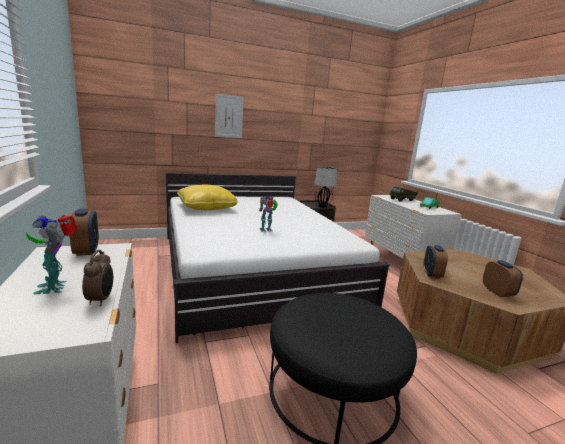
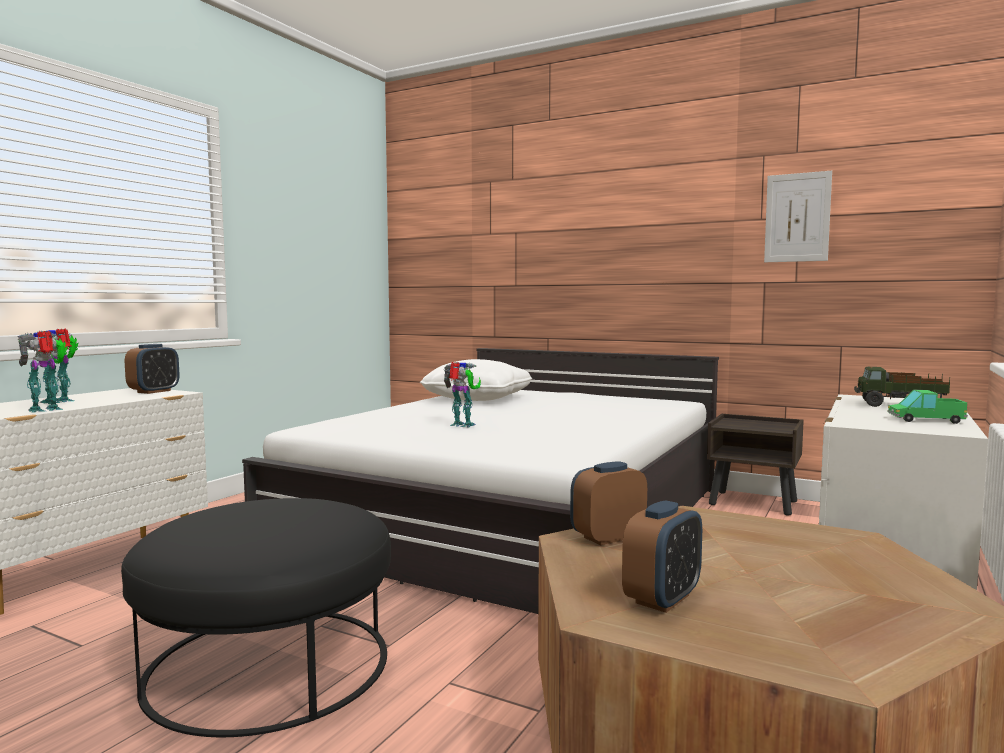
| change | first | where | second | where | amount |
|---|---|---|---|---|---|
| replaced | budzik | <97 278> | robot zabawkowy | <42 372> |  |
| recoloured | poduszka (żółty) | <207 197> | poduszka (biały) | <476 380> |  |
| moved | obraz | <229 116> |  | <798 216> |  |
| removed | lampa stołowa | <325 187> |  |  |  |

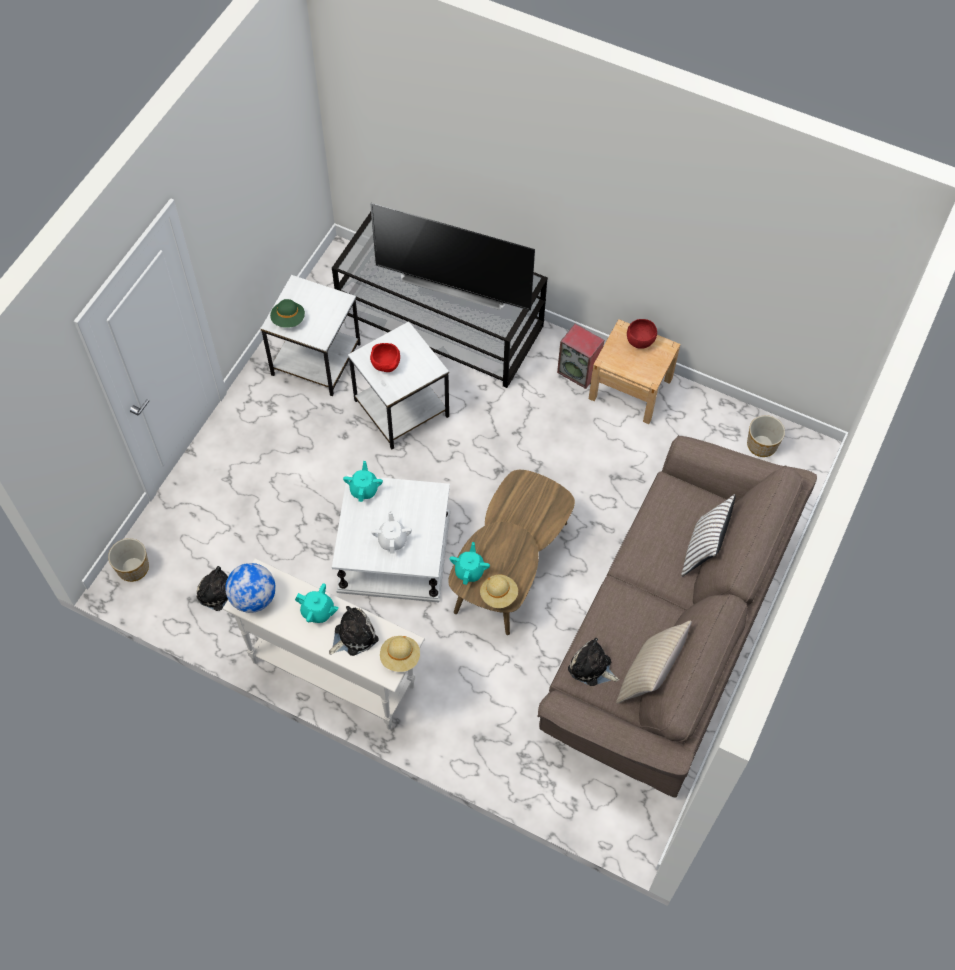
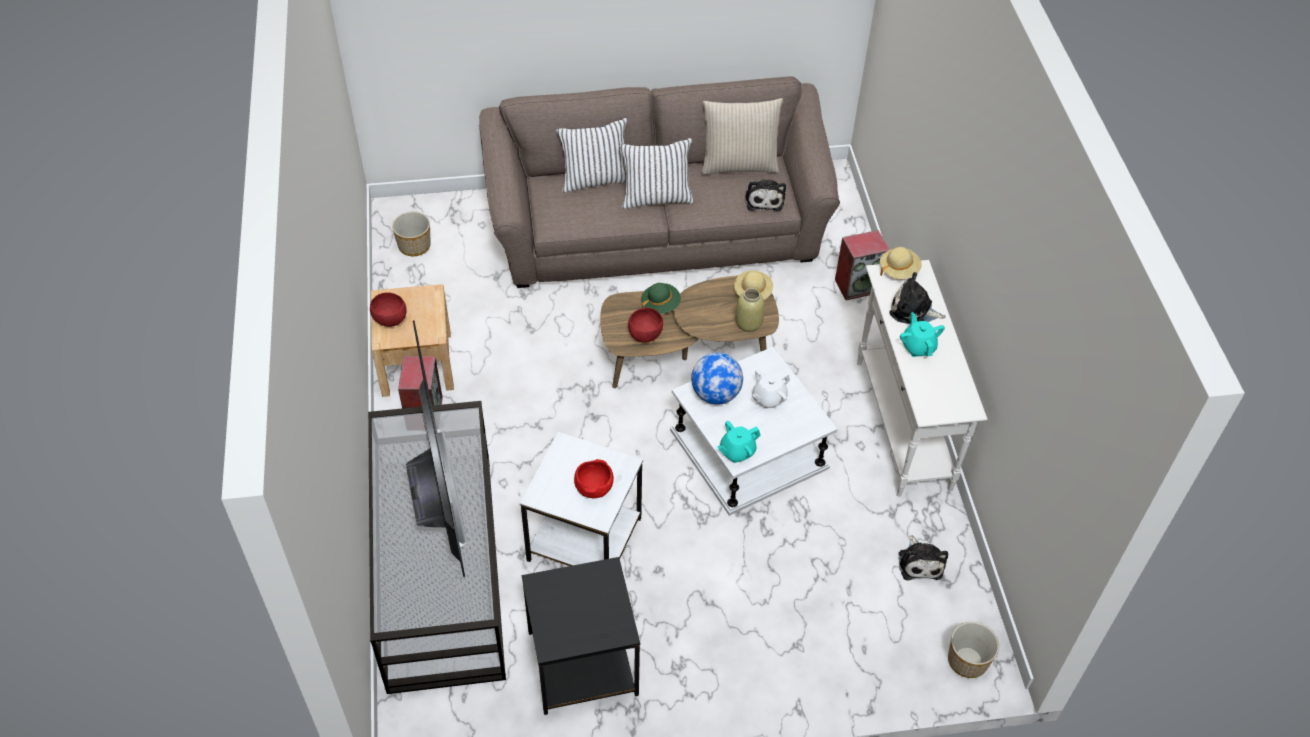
| change | first | where | second | where | amount |
|---|---|---|---|---|---|
| moved | globus | <250 588> |  | <717 379> |  |
| recoloured | stolik (biały) | <311 335> | stolik (czarny) | <580 636> |  |
| moved | kapelusz (zielony) | <287 313> |  | <661 298> |  |
| replaced | imbryk (turkusowy) | <470 563> | wazon (beżowy) | <750 310> |  |
| added |  |  | poduszka (biały) | <656 173> |  |
| added |  |  | miska (czerwony) | <645 325> |  |
| added |  |  | głośnik | <862 265> |  |

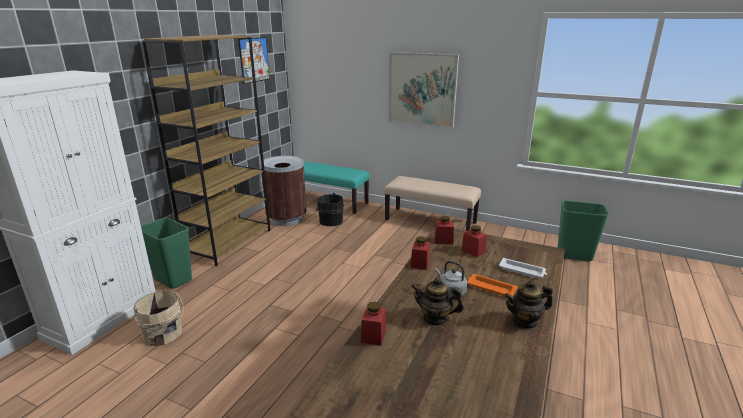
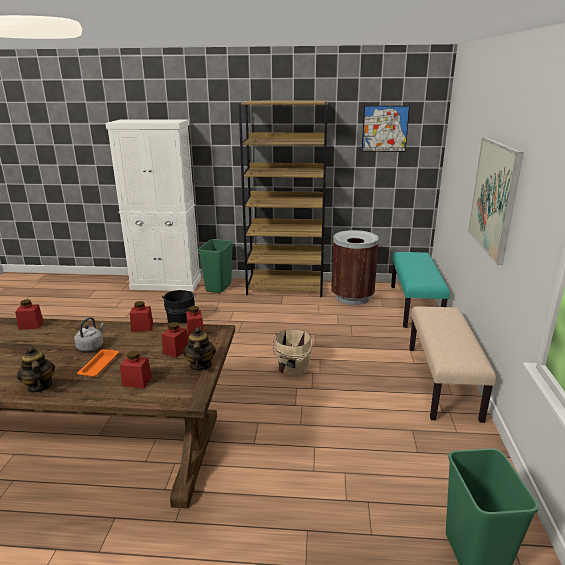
| change | first | where | second | where | amount |
|---|---|---|---|---|---|
| moved | wiadro (beżowy) | <158 318> |  | <292 352> |  |
| moved | wiadro (czarny) | <330 209> |  | <179 307> |  |
| moved | imbryk | <437 301> |  | <199 349> |  |
| replaced | taca (biały) | <523 268> | słoik (czerwony) | <136 369> |  |

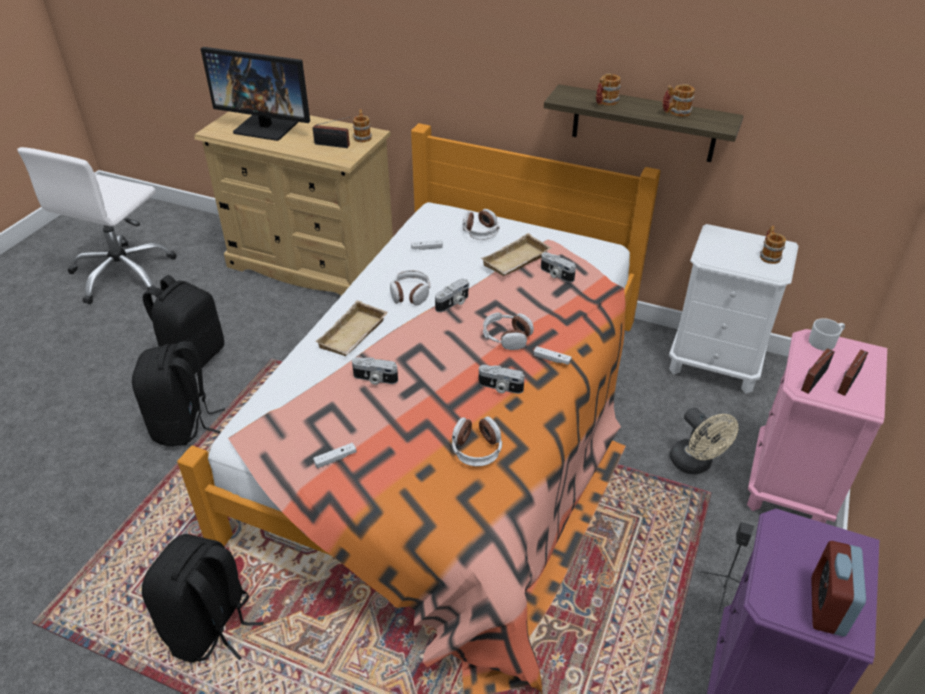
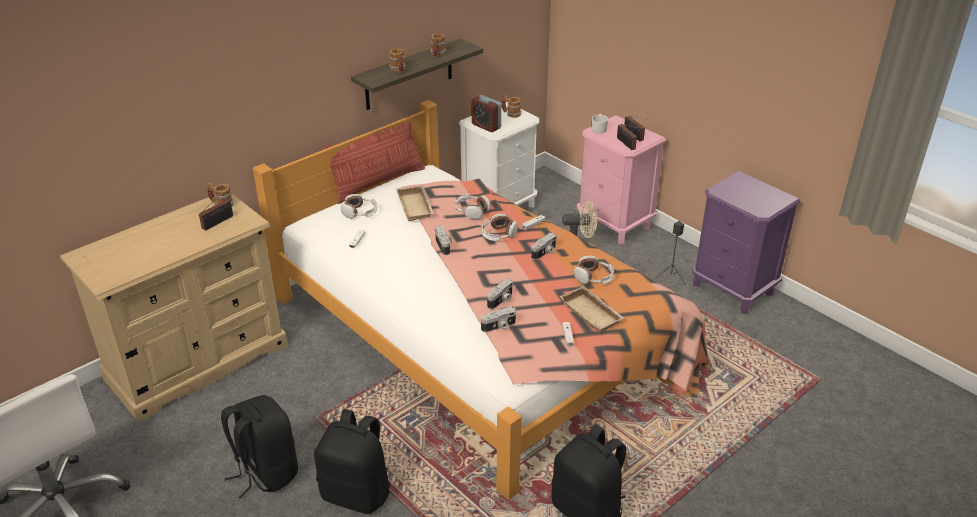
| change | first | where | second | where | amount |
|---|---|---|---|---|---|
| removed | monitor | <255 94> |  |  |  |
| moved | taca (beżowy) | <351 328> |  | <592 310> |  |
| moved | słuchawki | <410 288> |  | <473 206> |  |
| moved | aparat fotograficzny | <558 267> |  | <498 319> |  |
| moved | budzik | <838 588> |  | <486 113> |  |
| added |  |  | poduszka | <374 159> |  |

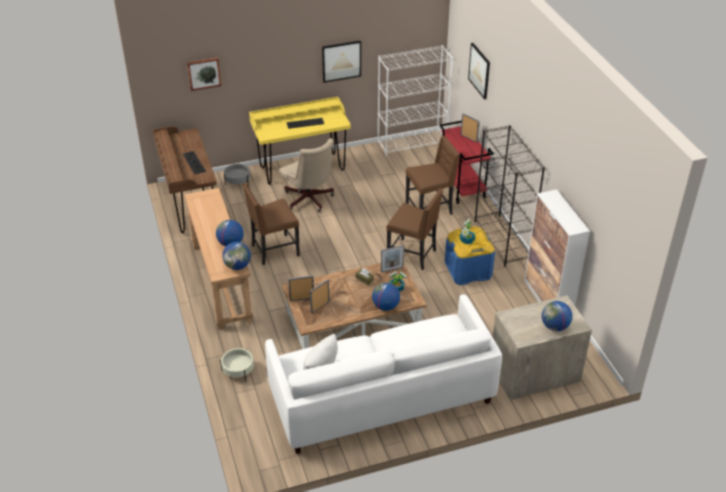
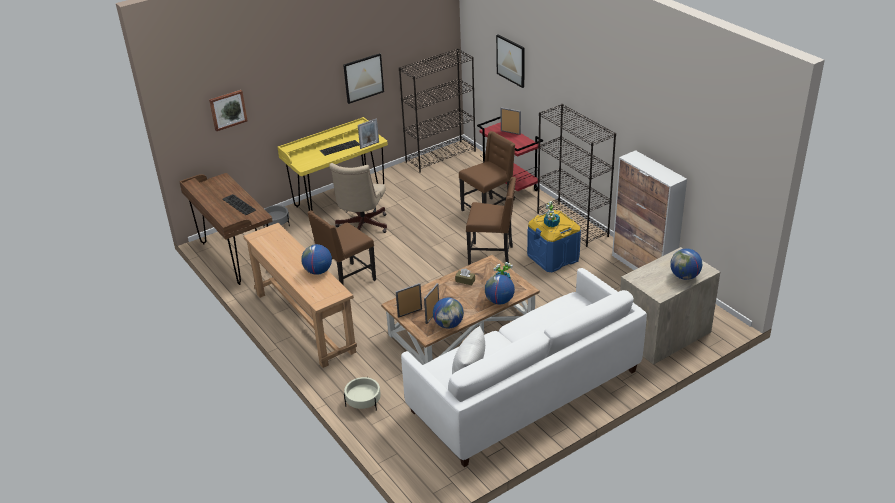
| change | first | where | second | where | amount |
|---|---|---|---|---|---|
| moved | globus | <236 256> |  | <448 313> |  |
| turned | krzesło biurowe (beżowy) | <306 175> |  | <358 198> | 60 degrees clockwise |
| recoloured | regał (biały) | <415 100> | regał (czarny) | <437 110> |  |
| moved | ramka na zdjęcie | <392 258> |  | <368 133> |  |

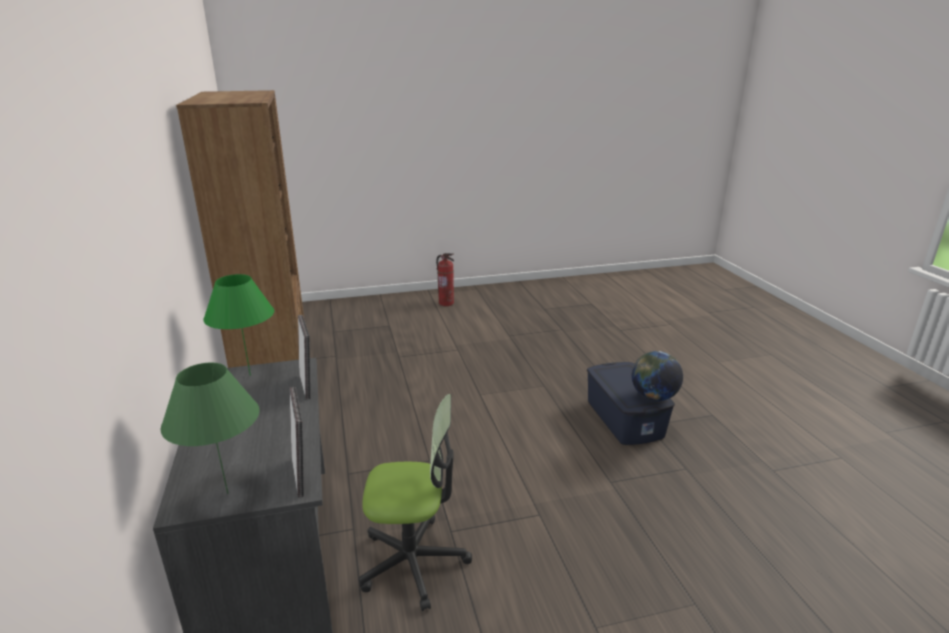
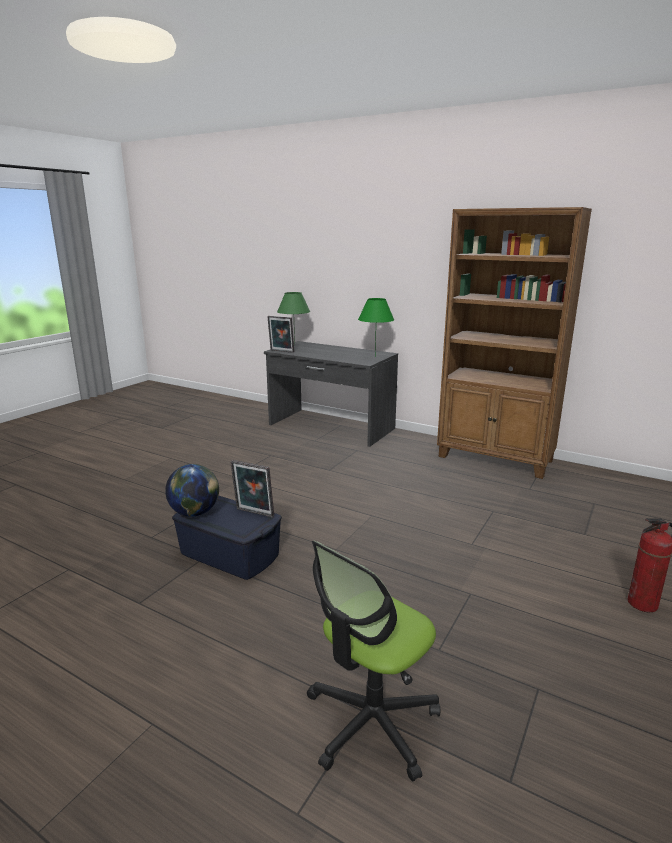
| change | first | where | second | where | amount |
|---|---|---|---|---|---|
| moved | ramka na zdjęcie | <304 357> |  | <252 488> |  |
| moved | krzesło biurowe | <415 502> |  | <373 661> |  |

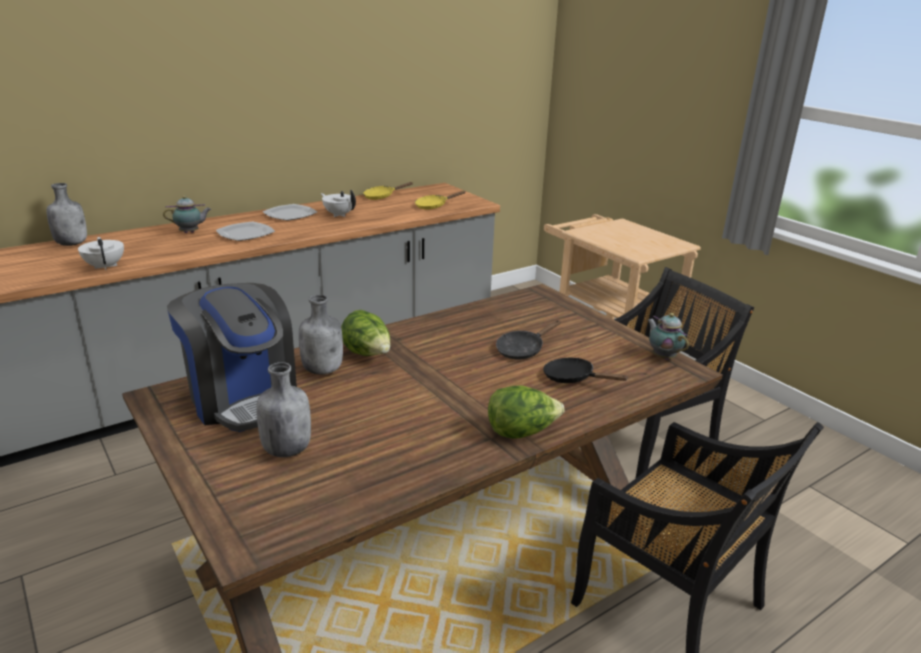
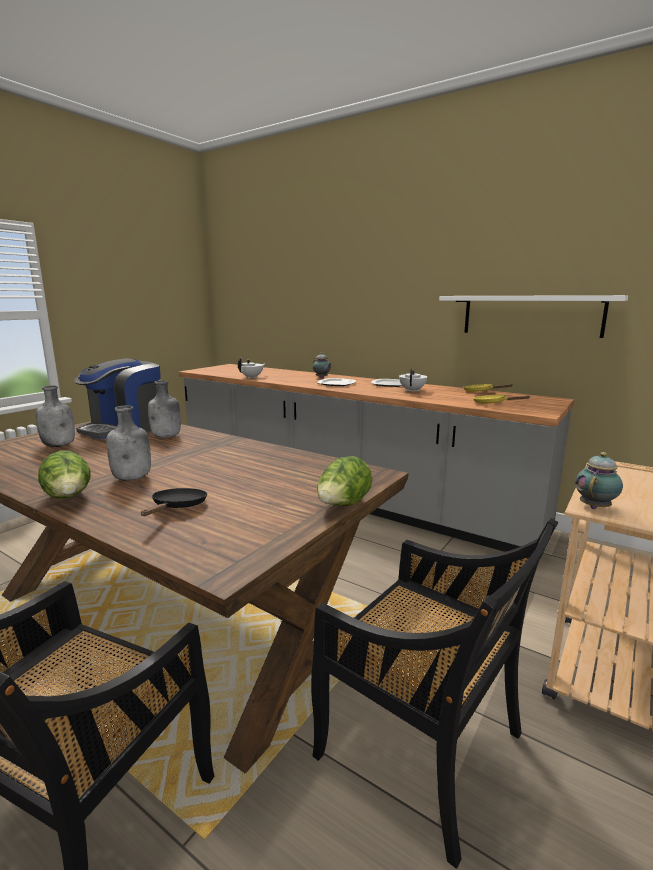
| change | first | where | second | where | amount |
|---|---|---|---|---|---|
| moved | butelka (szary) | <66 214> |  | <128 443> |  |
| moved | sałata | <365 333> |  | <345 481> |  |
| removed | patelnia (czarny) | <528 340> |  |  |  |
| moved | imbryk | <668 336> |  | <599 480> |  |
| added |  |  | półka (biały) | <533 316> |  |

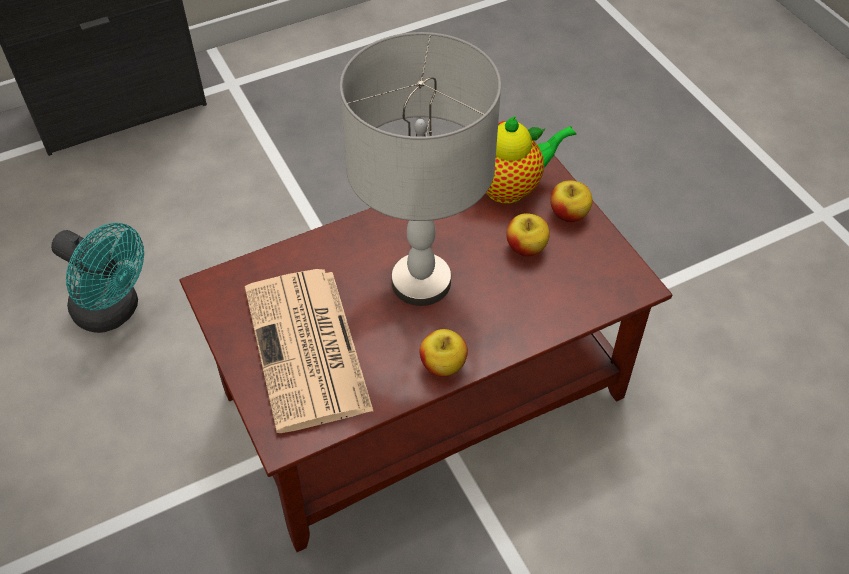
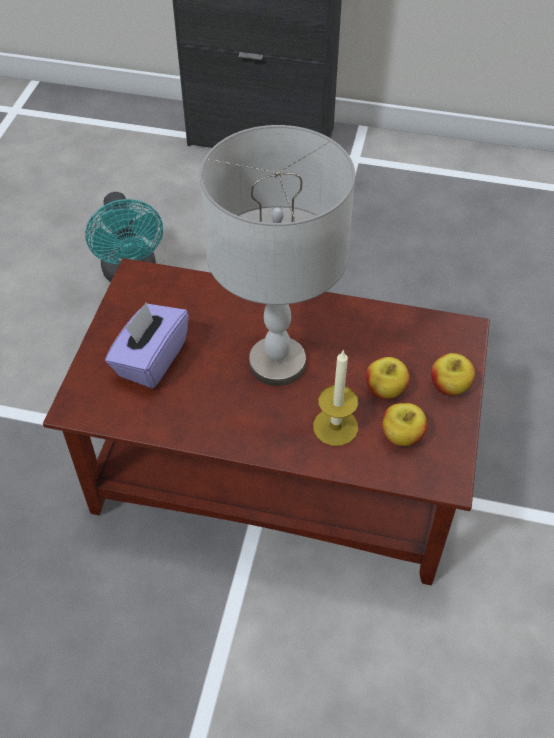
| change | first | where | second | where | amount |
|---|---|---|---|---|---|
| replaced | gazeta | <309 351> | pudełko chusteczek (fioletowy) | <147 346> |  |
| moved | jabłko | <443 353> |  | <404 424> |  |
| removed | imbryk | <531 159> |  |  |  |
| added |  |  | świeca | <335 398> |  |

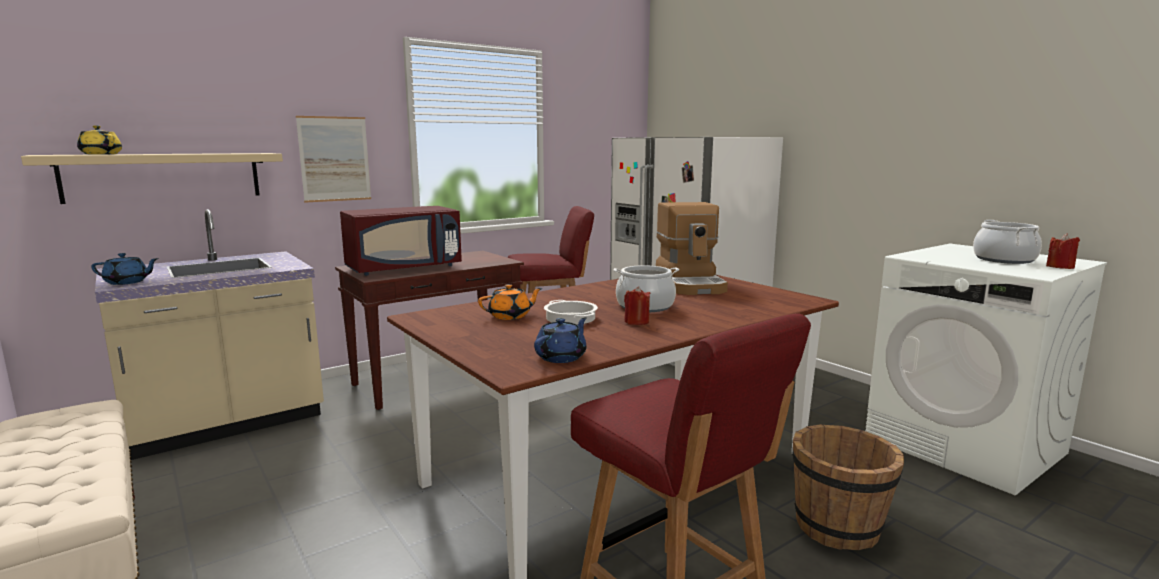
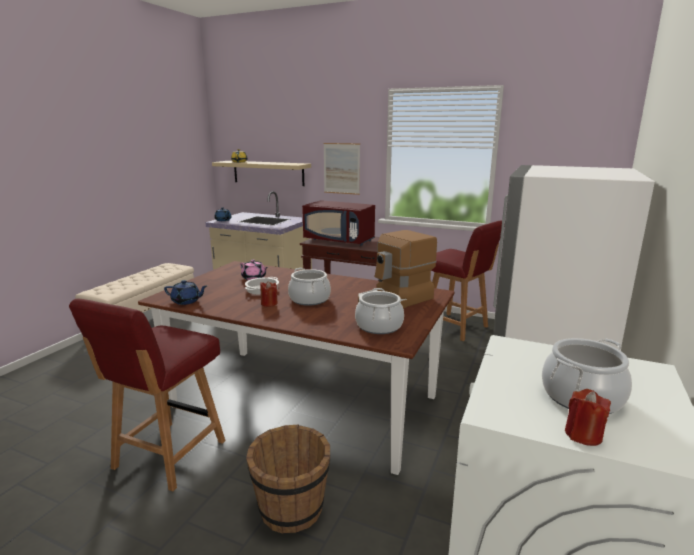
| change | first | where | second | where | amount |
|---|---|---|---|---|---|
| recoloured | imbryk (pomarańczowy) | <510 302> | imbryk (różowy) | <254 270> |  |
| added |  |  | garnek | <379 311> |  |

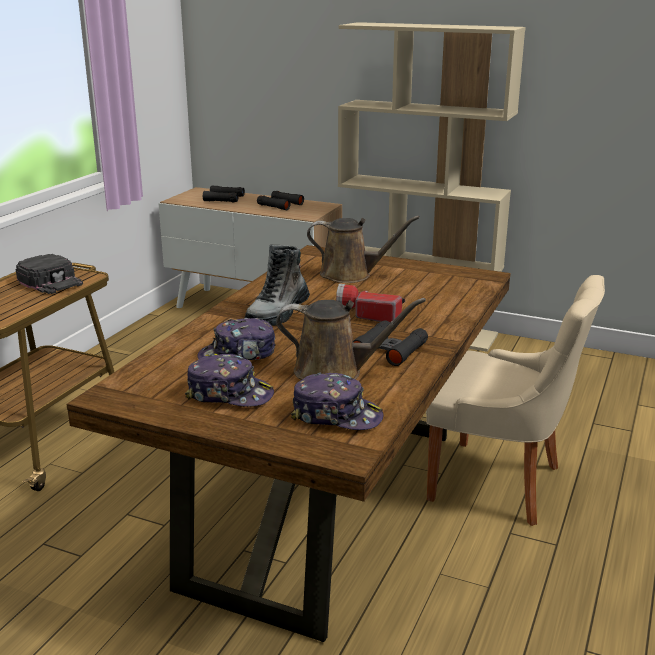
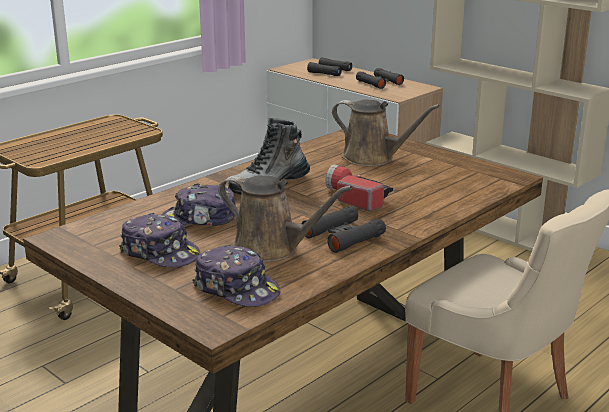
| change | first | where | second | where | amount |
|---|---|---|---|---|---|
| removed | czapka z daszkiem (czarny) | <49 274> |  |  |  |

